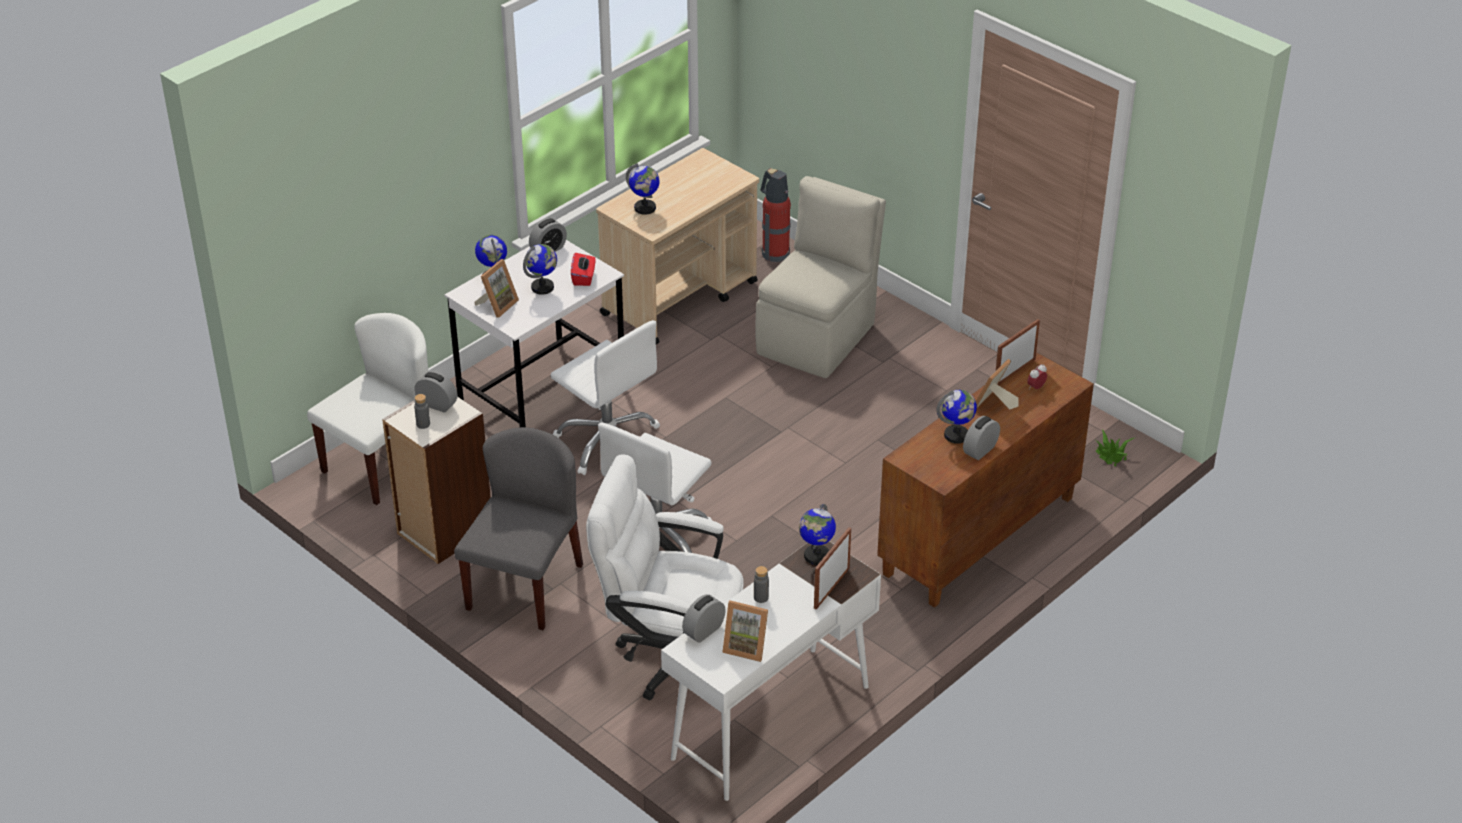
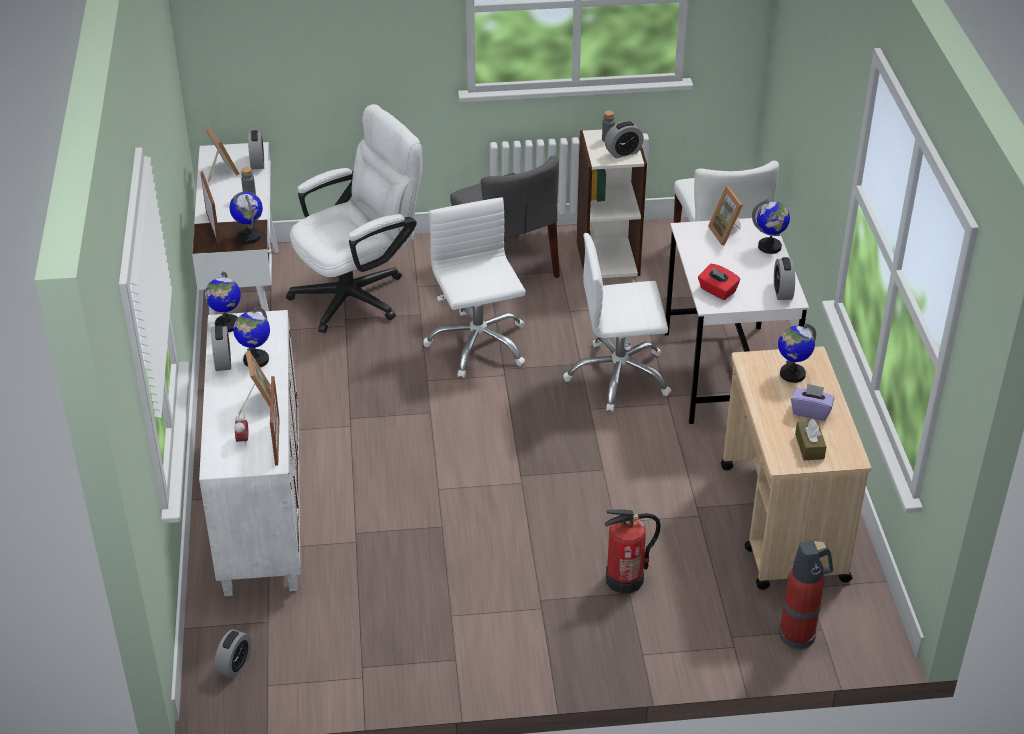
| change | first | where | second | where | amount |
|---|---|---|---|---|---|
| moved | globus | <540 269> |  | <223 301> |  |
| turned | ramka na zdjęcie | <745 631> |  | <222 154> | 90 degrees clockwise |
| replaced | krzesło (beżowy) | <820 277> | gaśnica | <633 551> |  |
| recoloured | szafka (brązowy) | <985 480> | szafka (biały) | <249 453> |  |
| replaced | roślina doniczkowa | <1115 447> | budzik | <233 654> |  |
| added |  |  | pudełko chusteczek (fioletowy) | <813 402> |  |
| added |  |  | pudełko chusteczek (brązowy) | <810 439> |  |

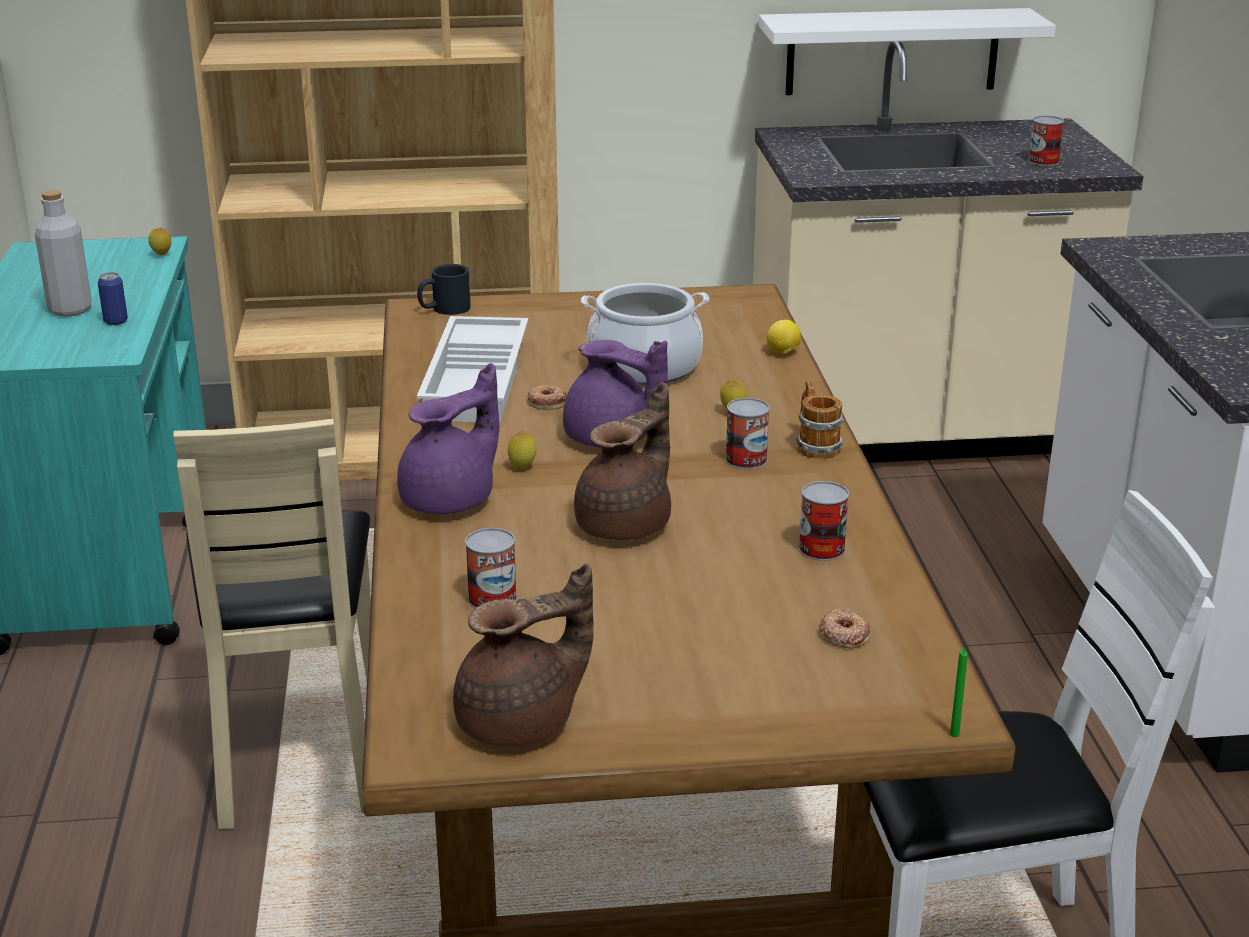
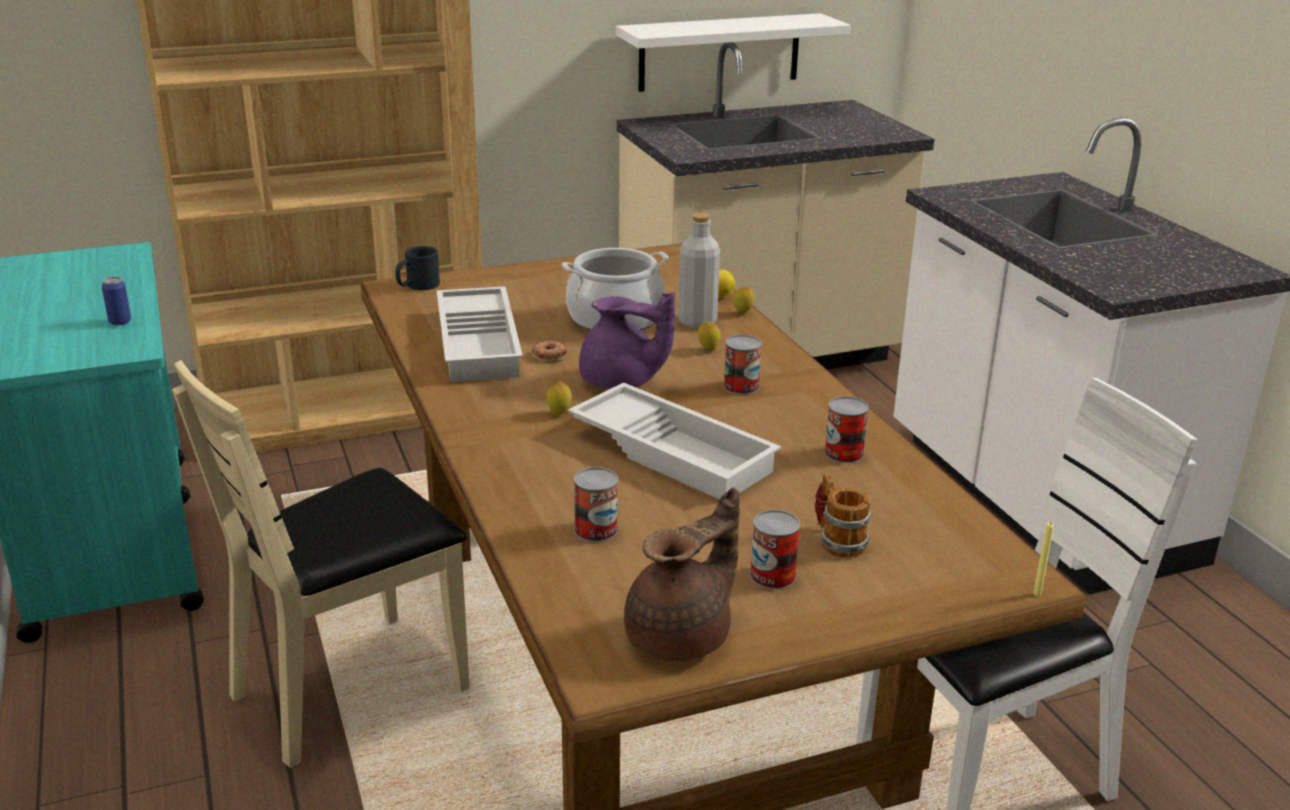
| change | first | where | second | where | amount |
|---|---|---|---|---|---|
| moved | butelka (szary) | <63 253> |  | <699 270> |  |
| moved | cytryna | <160 241> |  | <744 300> |  |
| turned | krzesło (beżowy) | <272 624> |  | <321 564> | 75 degrees clockwise |
| removed | imbryk (fioletowy) | <448 438> |  |  |  |
| replaced | imbryk (brązowy) | <622 461> | taca (biały) | <674 441> |  |
| moved | kubek | <820 419> |  | <843 515> |  |
| removed | donut | <844 629> |  |  |  |
| recoloured | świeca (zielony) | <959 693> | świeca (żółty) | <1043 559> |  |
| moved | puszka | <1046 141> |  | <775 550> |  |

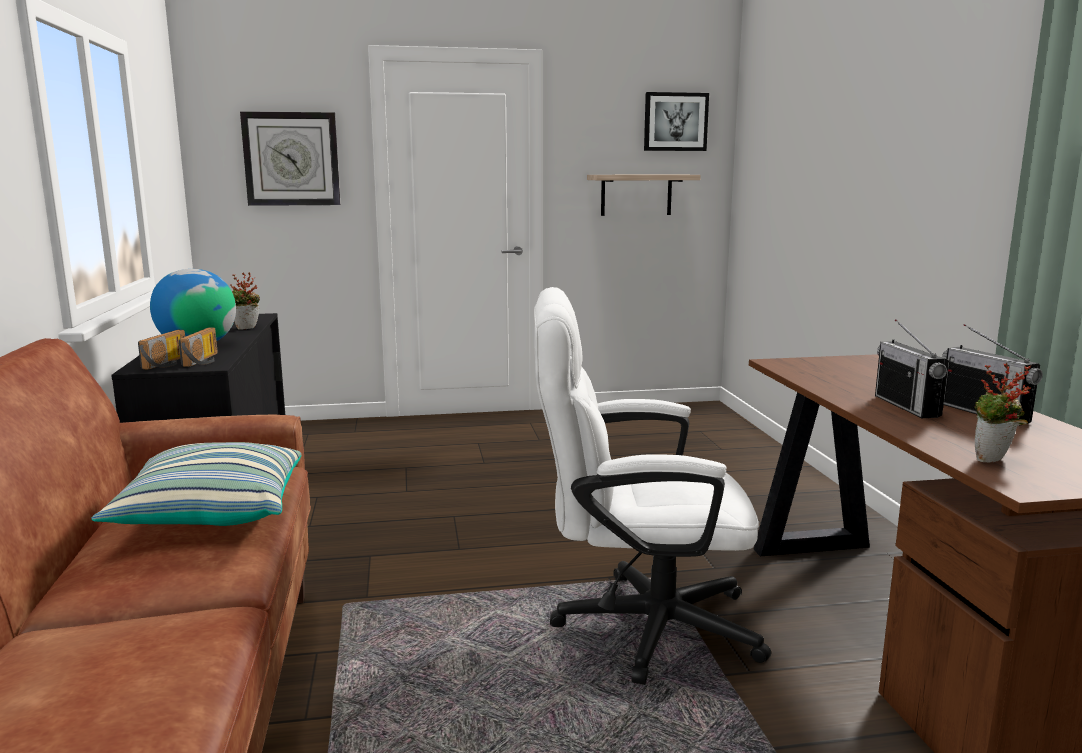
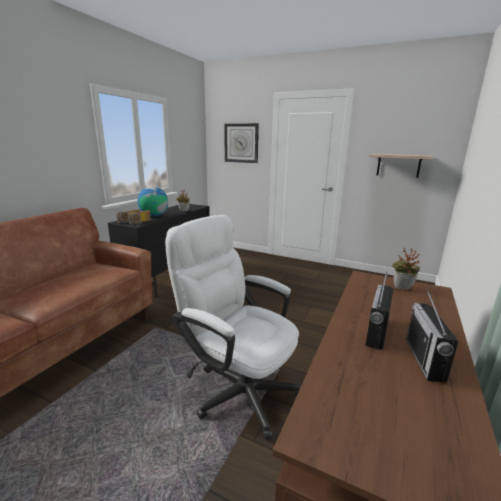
| change | first | where | second | where | amount |
|---|---|---|---|---|---|
| removed | poduszka | <196 484> |  |  |  |
| removed | obraz | <676 121> |  |  |  |
| moved | roślina doniczkowa | <1002 412> |  | <406 269> |  |

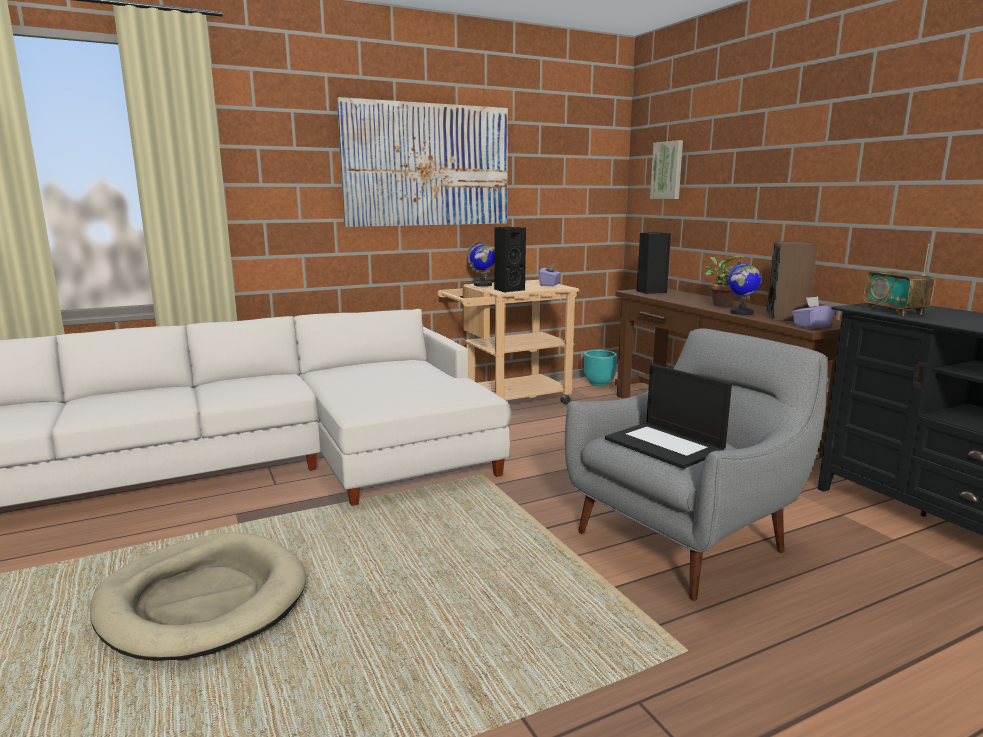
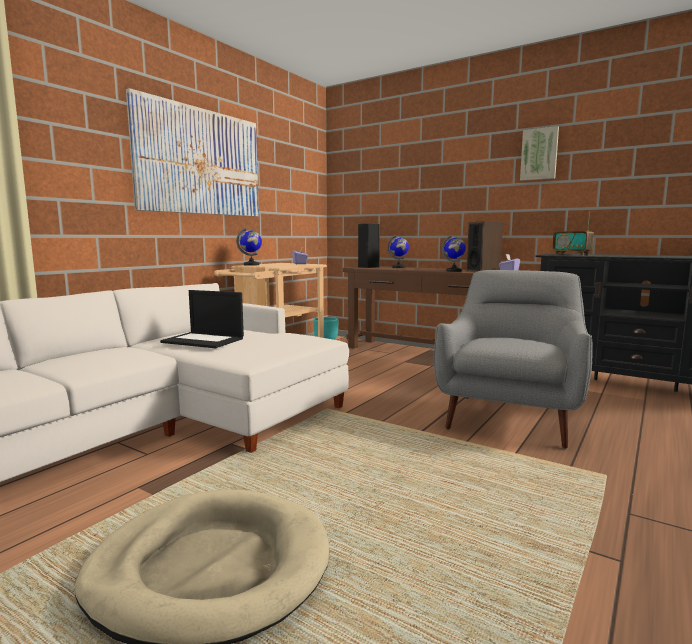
| change | first | where | second | where | amount |
|---|---|---|---|---|---|
| removed | głośnik (czarny) | <510 259> |  |  |  |
| moved | laptop | <668 416> |  | <202 319> |  |
| moved | obraz | <666 169> |  | <539 153> |  |
| removed | roślina doniczkowa | <724 280> |  |  |  |
| added |  |  | globus | <398 251> |  |

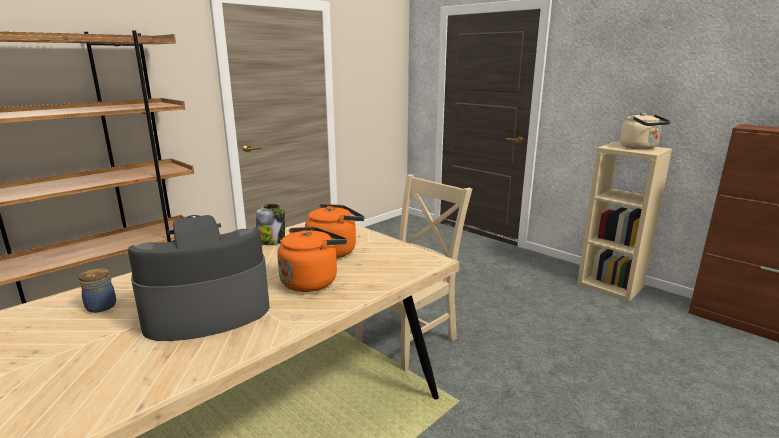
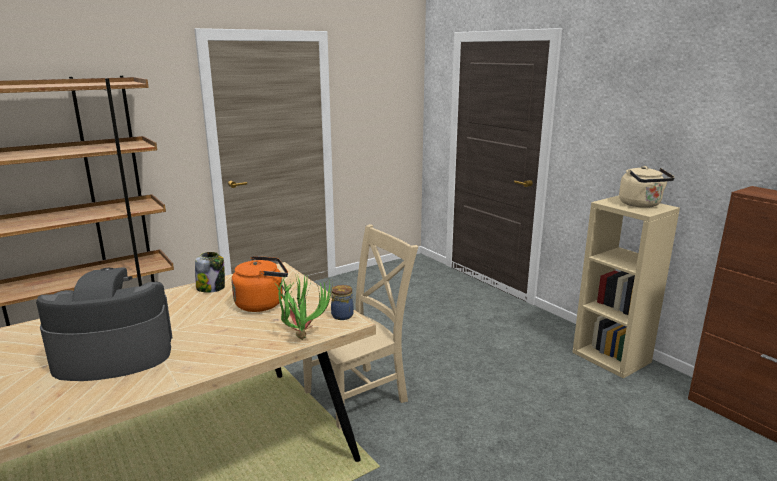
| change | first | where | second | where | amount |
|---|---|---|---|---|---|
| moved | słoik | <97 290> |  | <342 302> |  |
| removed | czajnik (pomarańczowy) | <312 259> |  |  |  |
| added |  |  | roślina doniczkowa | <304 307> |  |

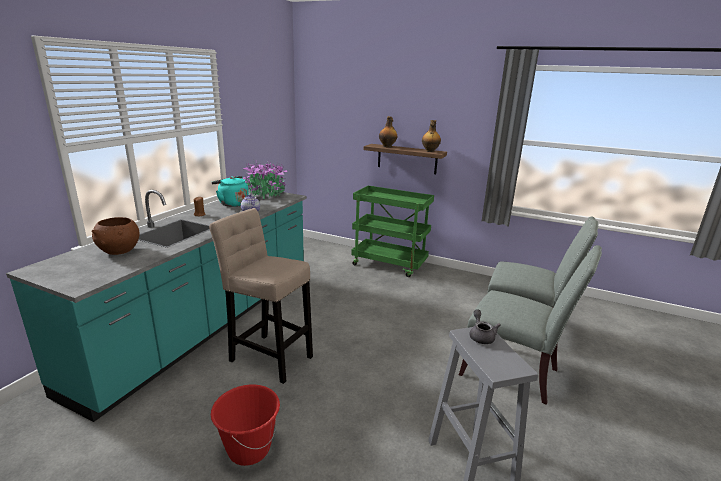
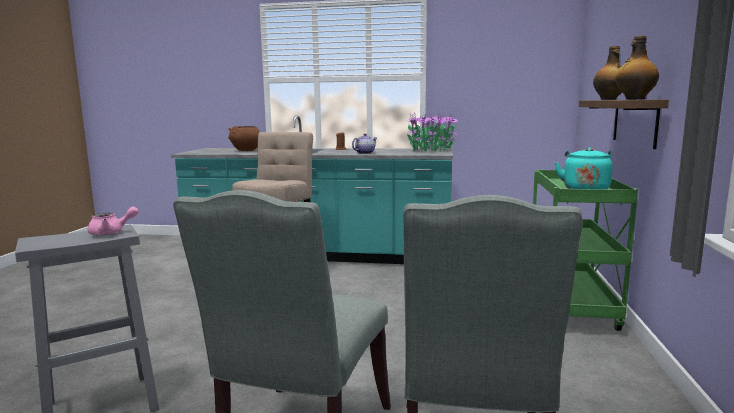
| change | first | where | second | where | amount |
|---|---|---|---|---|---|
| removed | wiadro (czerwony) | <245 425> |  |  |  |
| moved | czajnik (turkusowy) | <230 191> |  | <584 168> |  |
| recoloured | imbryk (szary) | <485 326> | imbryk (różowy) | <113 221> |  |

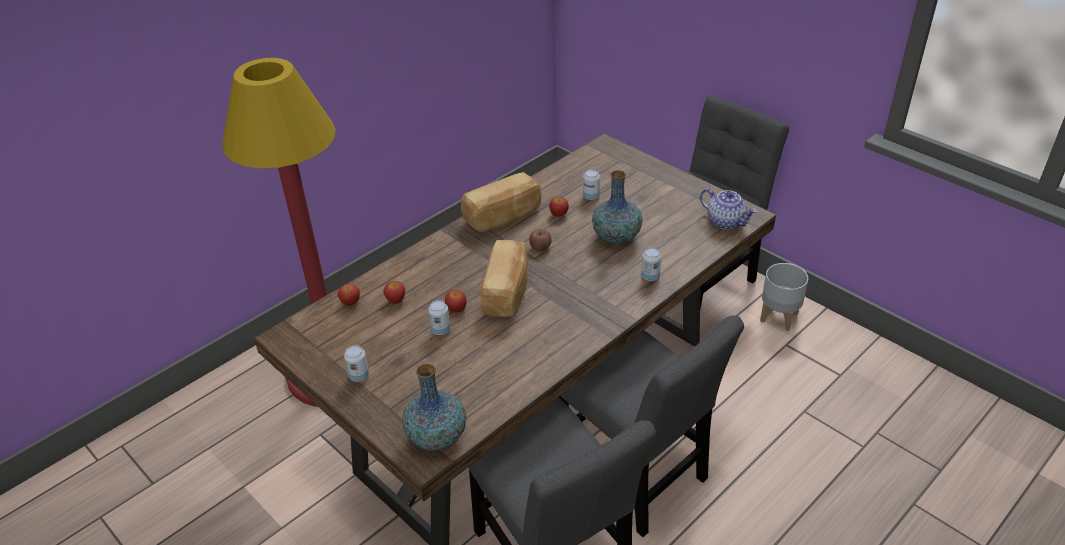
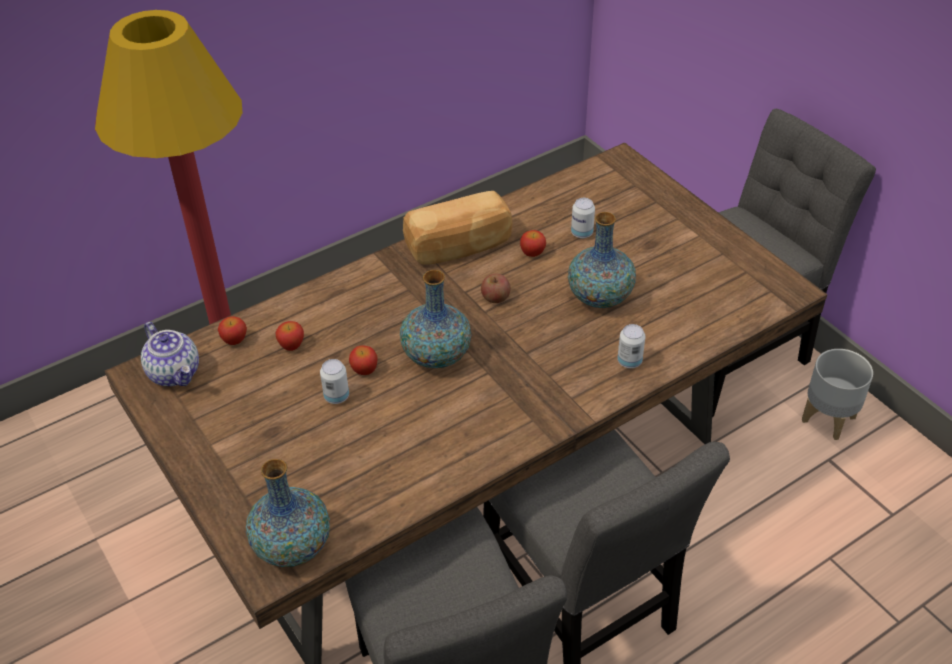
| change | first | where | second | where | amount |
|---|---|---|---|---|---|
| removed | puszka | <356 363> |  |  |  |
| replaced | chleb | <504 278> | wazon | <436 319> |  |
| moved | imbryk | <728 209> |  | <170 354> |  |

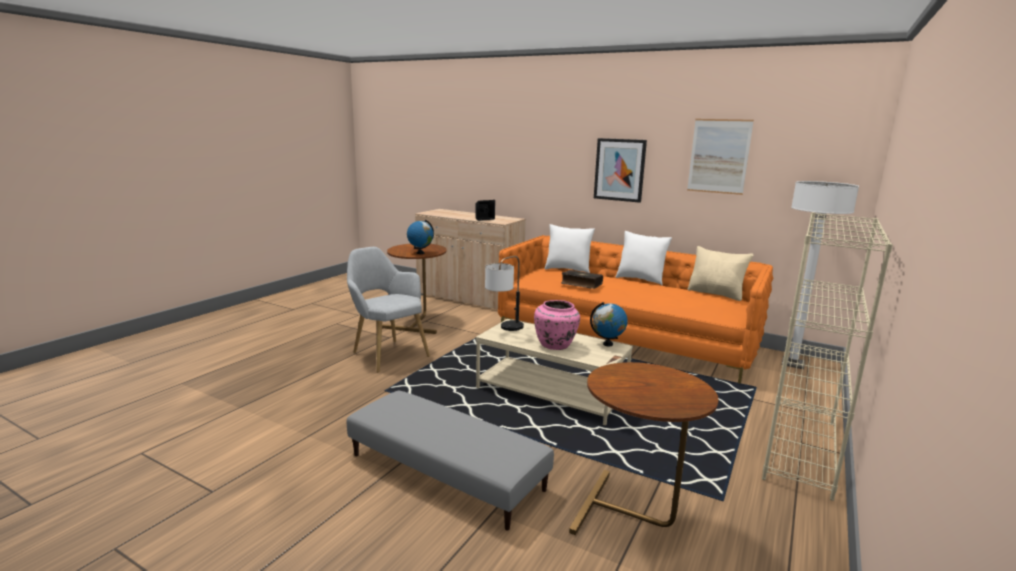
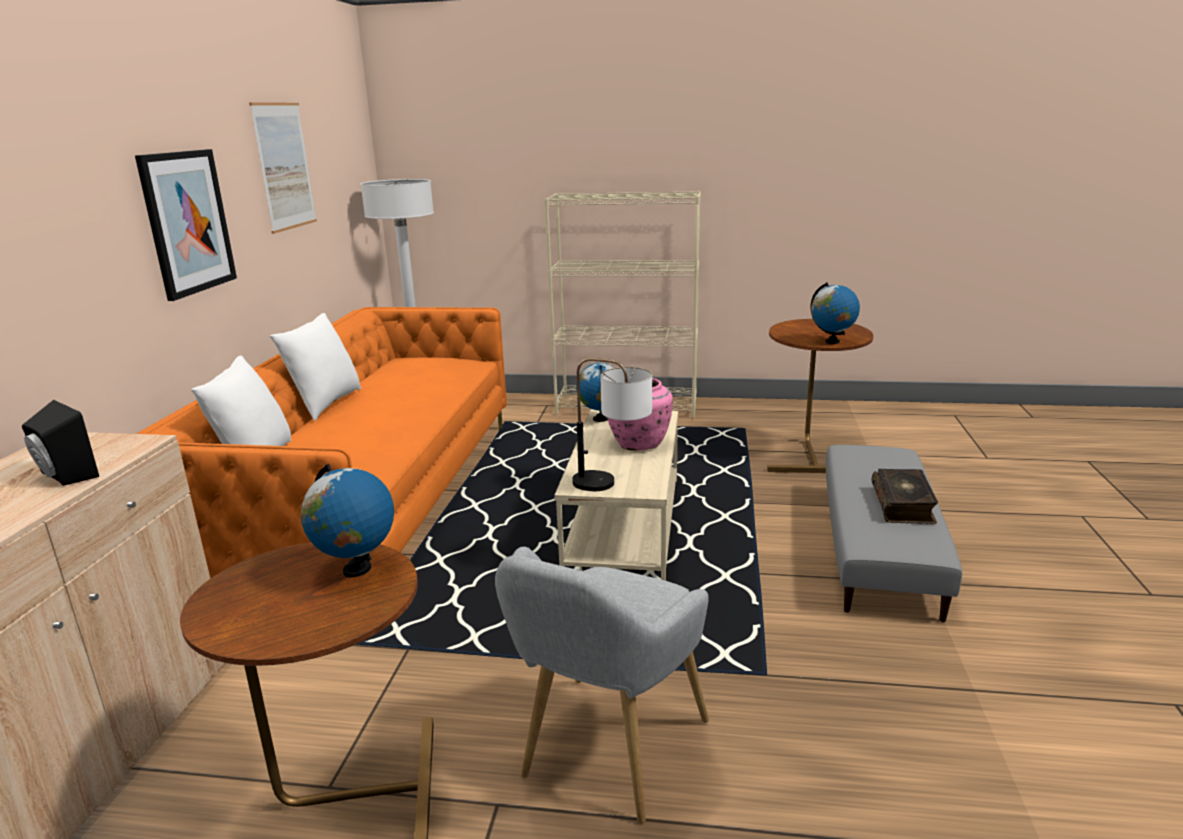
| change | first | where | second | where | amount |
|---|---|---|---|---|---|
| moved | książka | <582 279> |  | <905 496> |  |
| removed | poduszka (beżowy) | <721 273> |  |  |  |
| added |  |  | globus | <835 313> |  |

